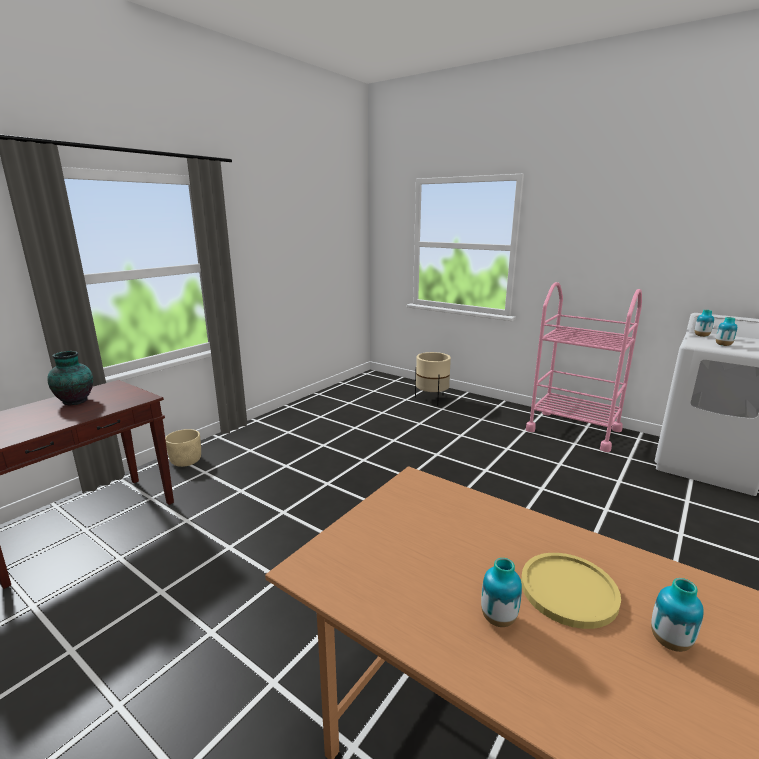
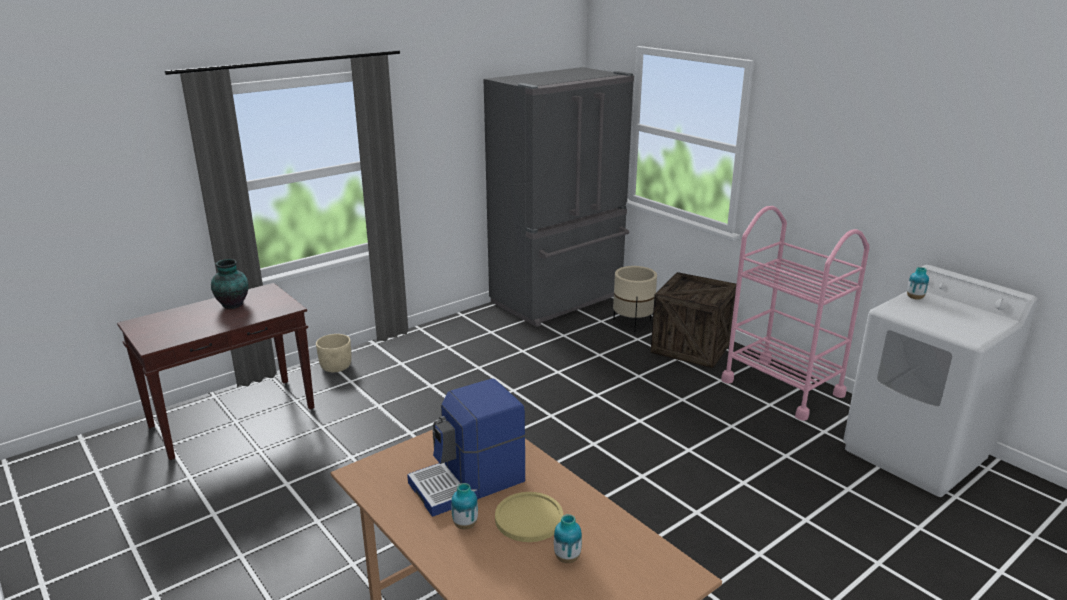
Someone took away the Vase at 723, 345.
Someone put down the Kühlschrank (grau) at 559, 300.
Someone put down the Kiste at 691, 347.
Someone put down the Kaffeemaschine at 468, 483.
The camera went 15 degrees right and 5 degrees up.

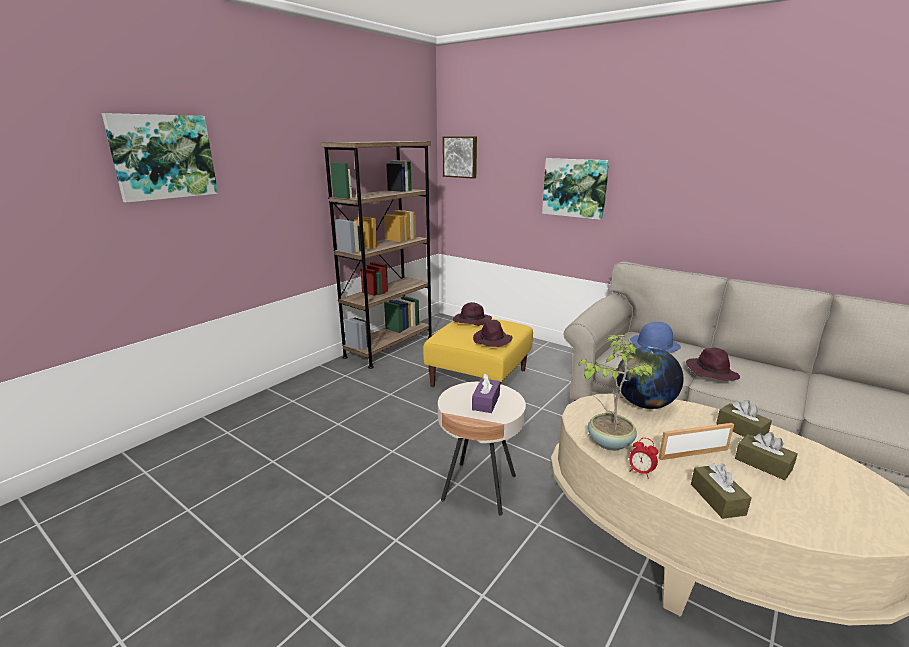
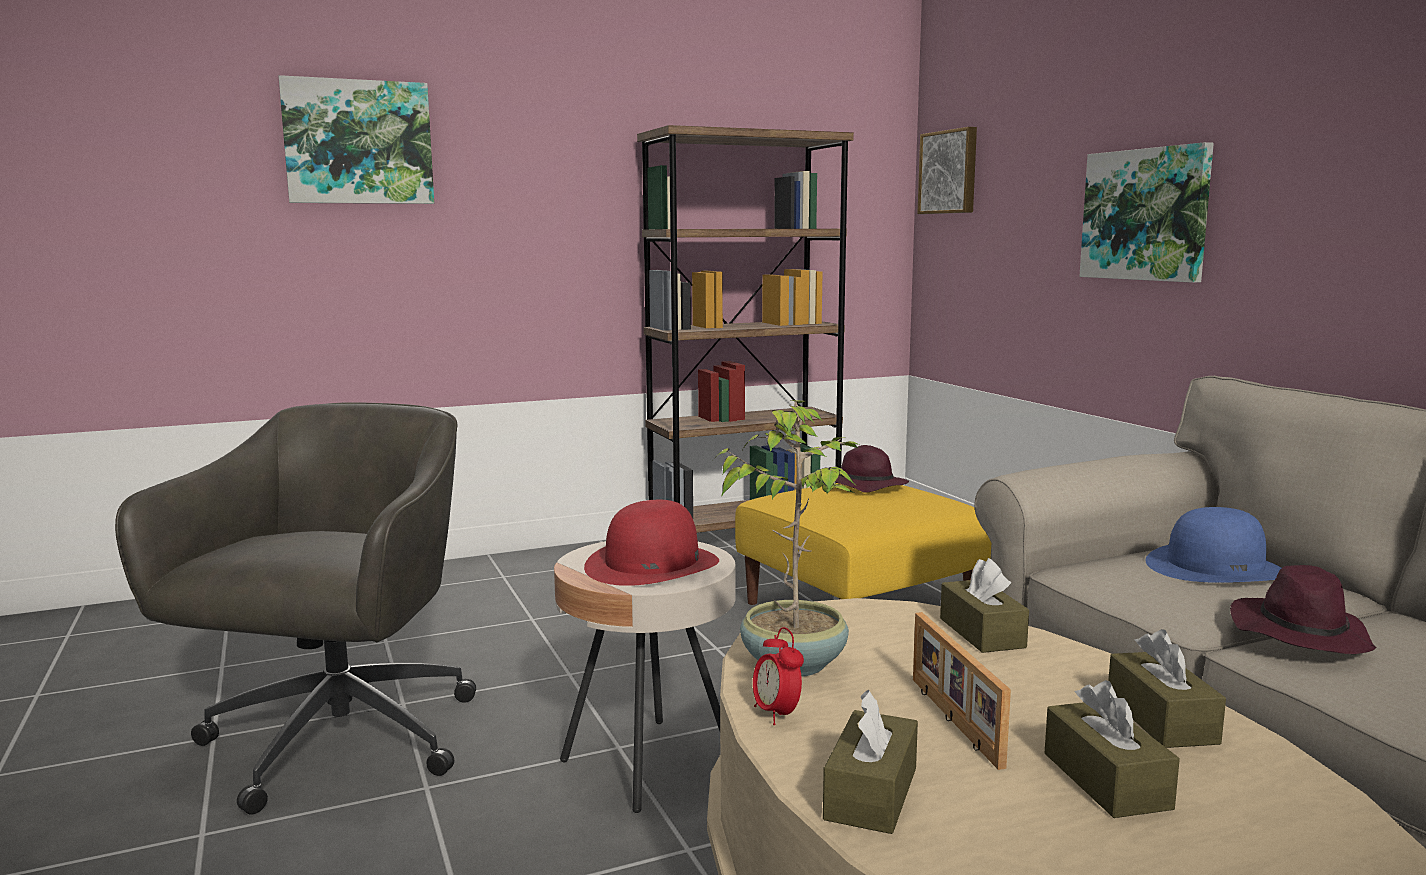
Someone took away the Hut (lila) at 492, 340.
Someone swapped the Globus at 644, 404 for the Taschentuchbox (braun) at 982, 633.
Someone swapped the Taschentuchbox (lila) at 486, 402 for the Hut (rot) at 652, 564.
Someone rotated the Bilderrahmen at 692, 453 by 120 degrees counterclockwise.
Someone put down the Bürostuhl (grau) at 336, 743.
The camera went 30 degrees right and 10 degrees down.

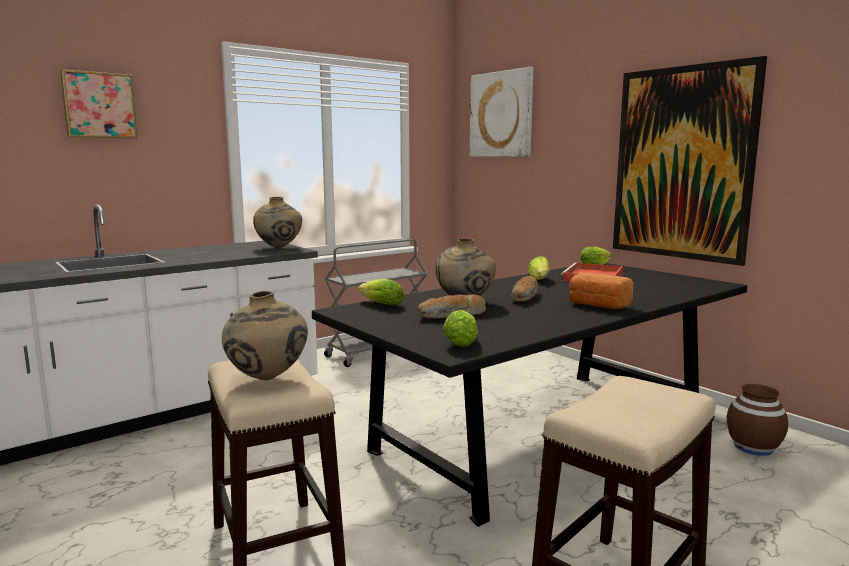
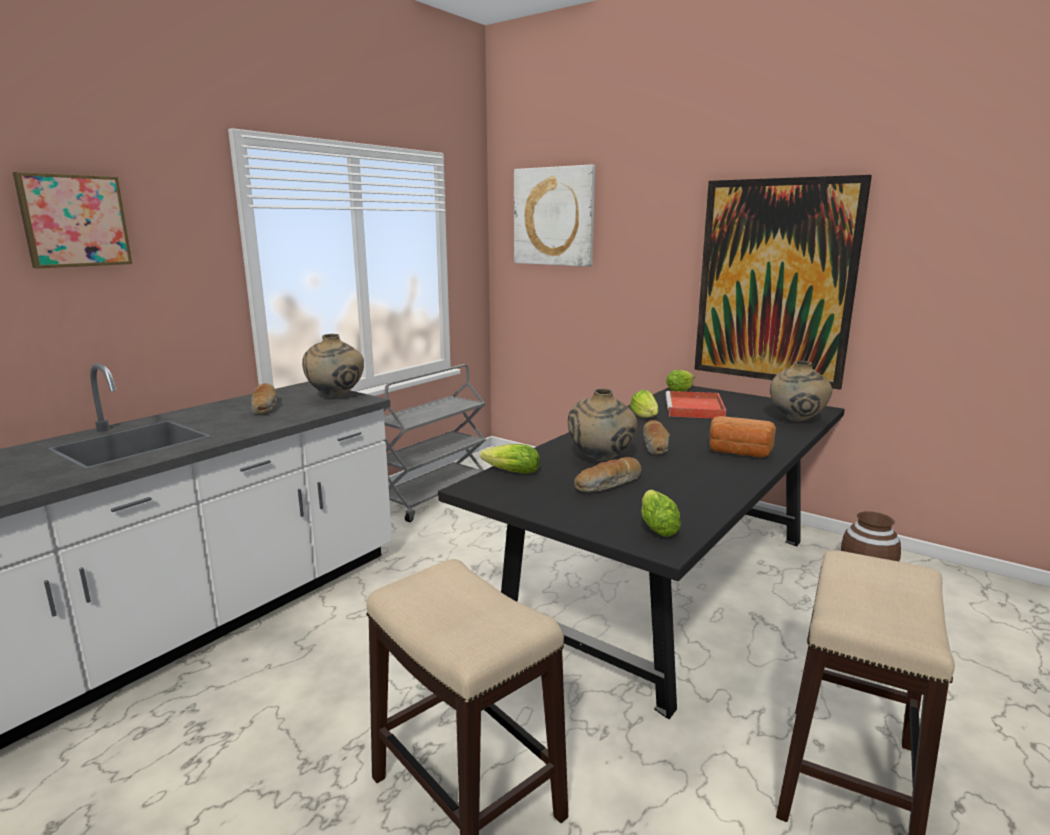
Someone carried the Vase (beige) from 268, 379 to 796, 421.
Someone put down the Brot at 265, 407.
The camera went 15 degrees left and 5 degrees up.

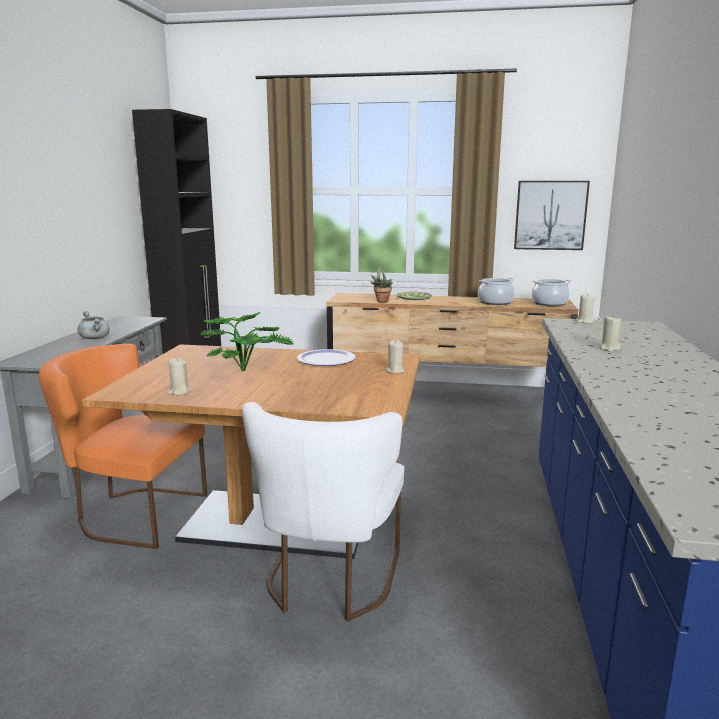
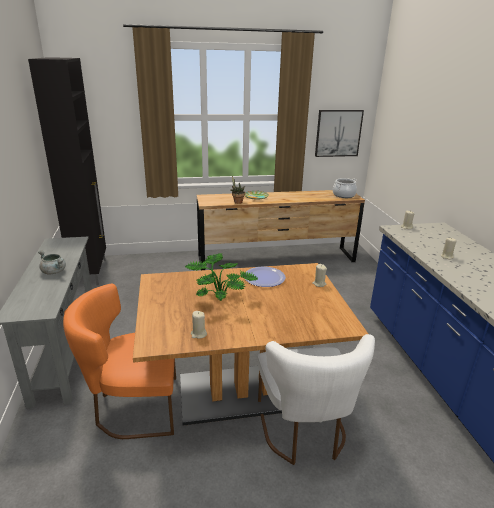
Someone took away the Kochtopf at 495, 302.
The camera went 20 degrees left and 10 degrees up.

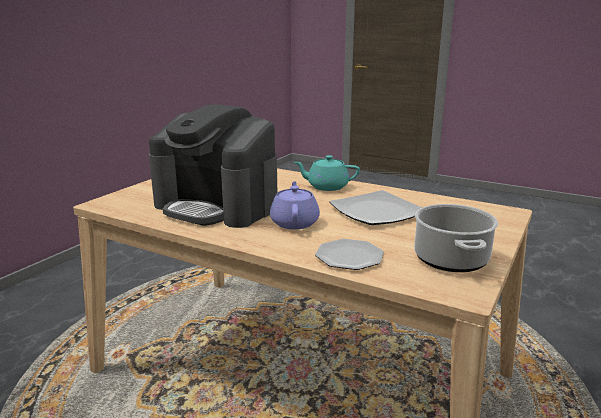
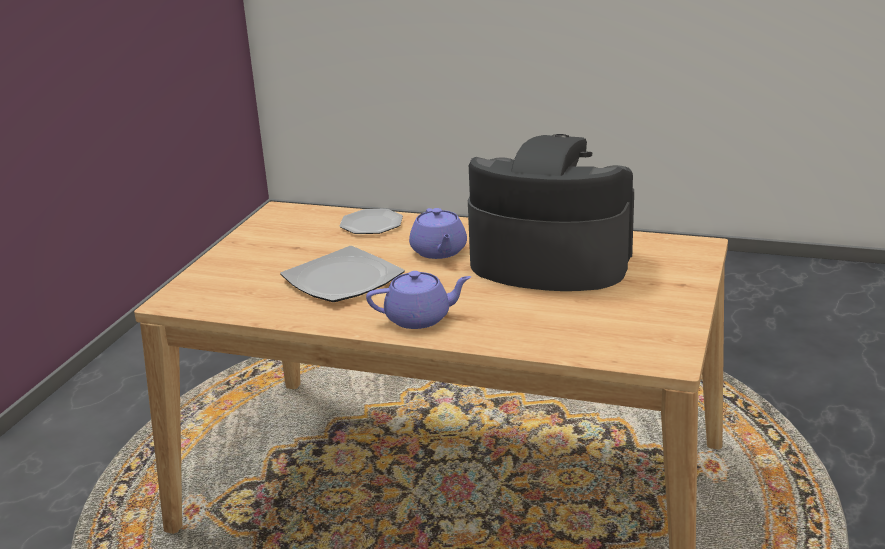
Someone repainted the Teekanne (türkis) at 326, 186, which became the Teekanne (lila) at 419, 318.
Someone took away the Kochtopf at 450, 259.
The camera went 170 degrees right and 5 degrees up.

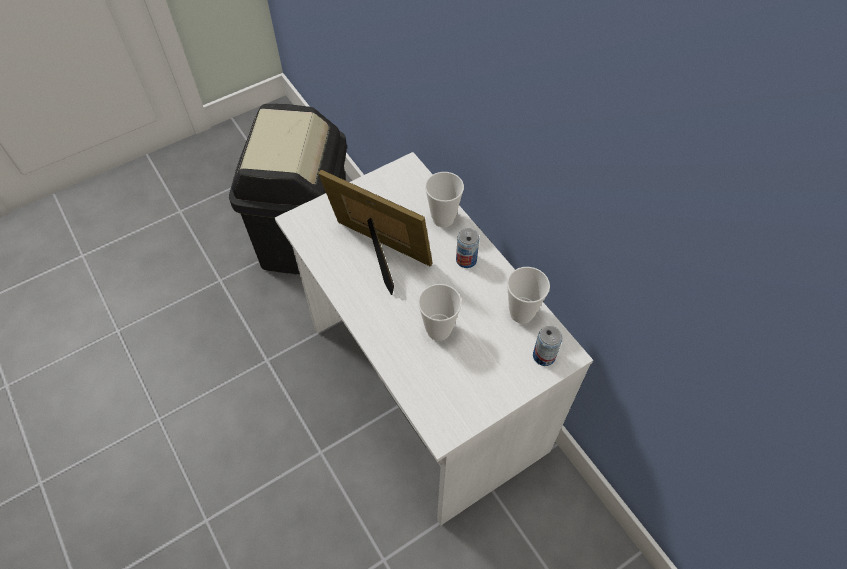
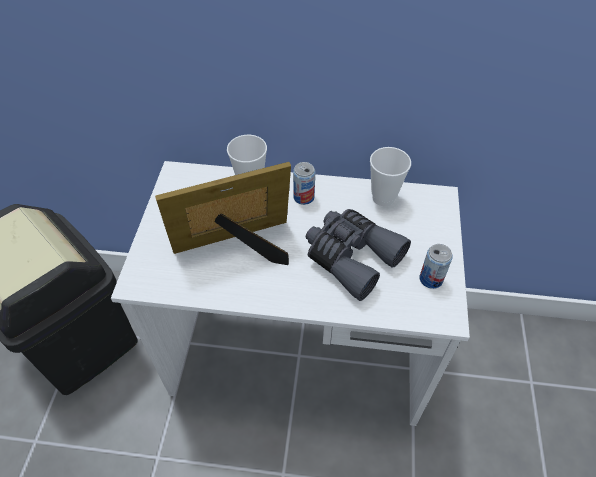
Someone swapped the Tasse at 438, 330 for the Fernglas (grau) at 351, 256.
Someone carried the Dose from 544, 356 to 431, 279.
The camera went 50 degrees left and 5 degrees down.

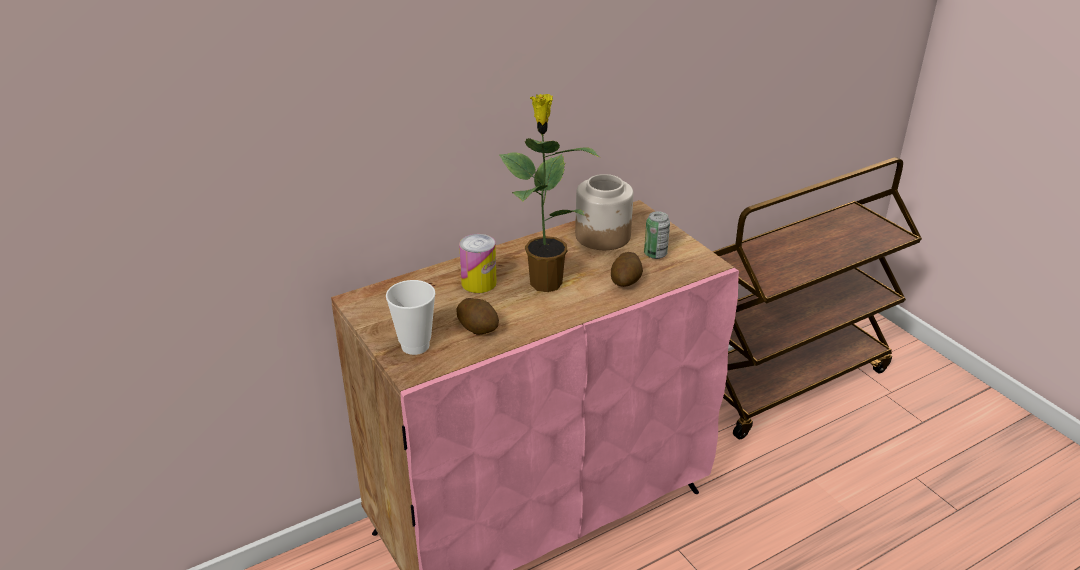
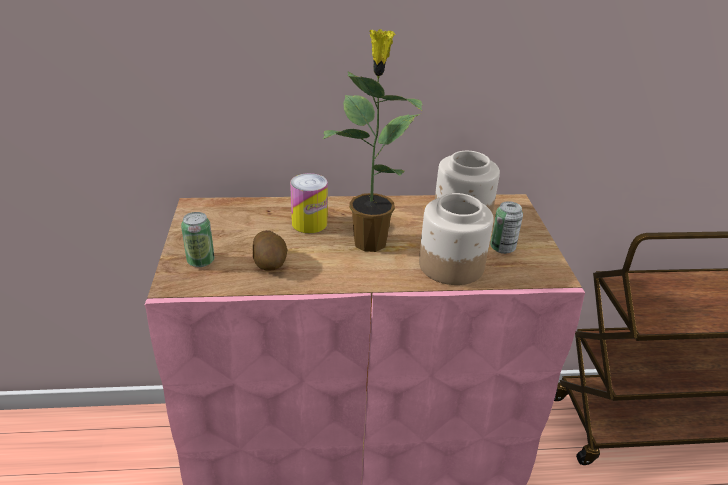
Someone swapped the Kartoffel at 626, 281 for the Vorratsglas at 450, 265.
Someone swapped the Tasse at 415, 346 for the Dose at 201, 261.
The camera went 25 degrees right and 0 degrees up.

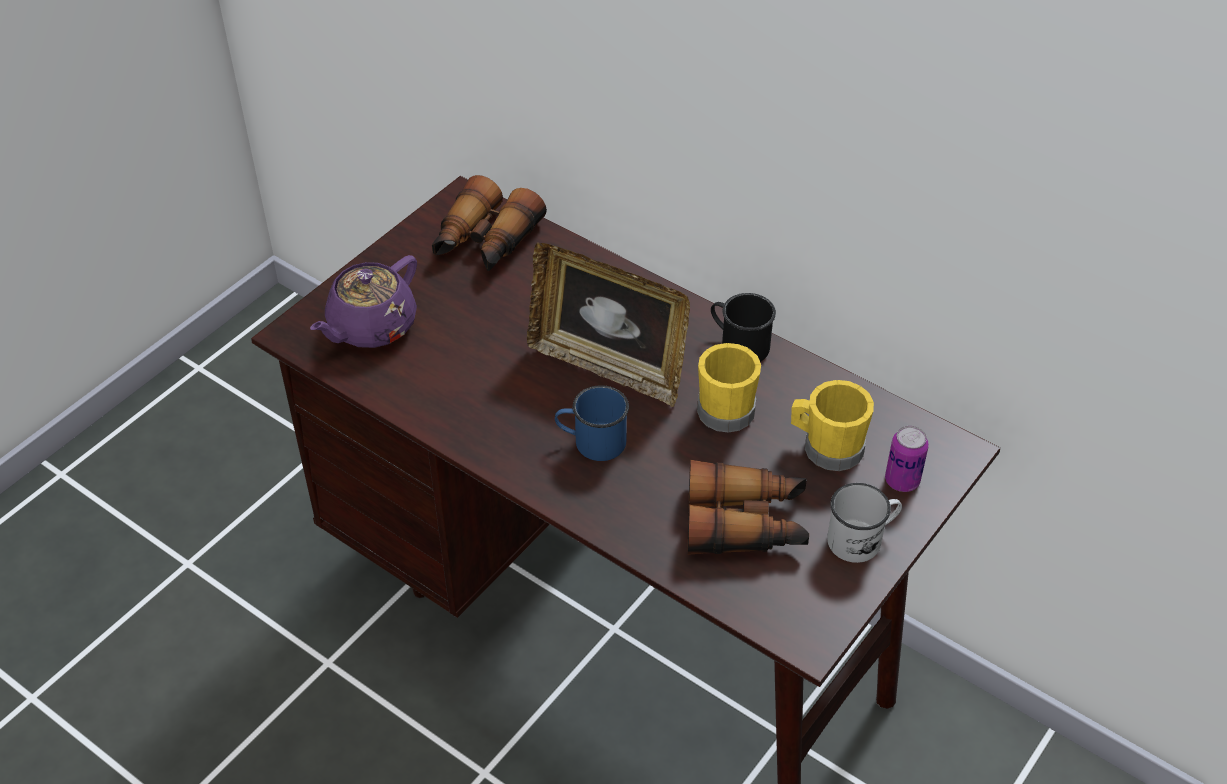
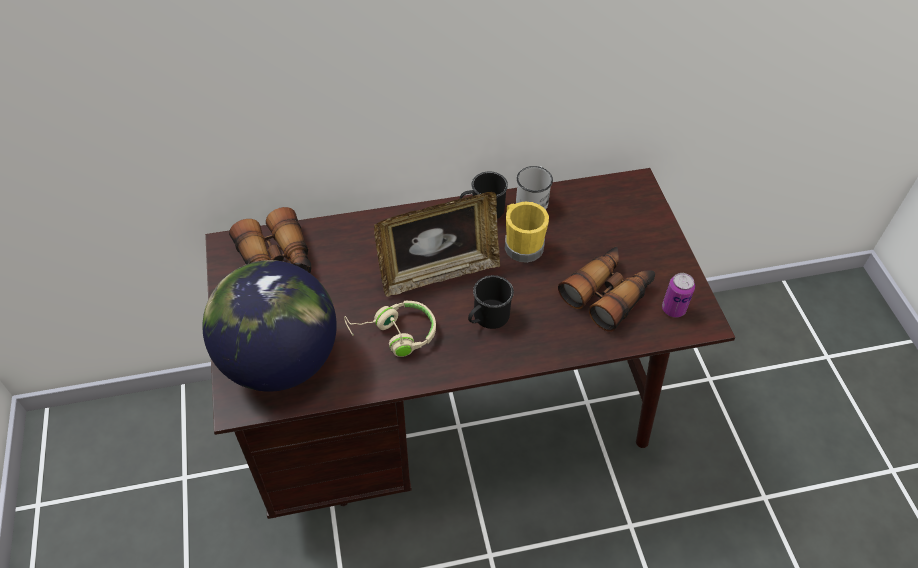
Someone swapped the Teekanne (lila) at 371, 327 for the Globus at 280, 361.
Someone took away the Henkelbecher (gelb) at 826, 447.
Someone repainted the Henkelbecher (blau) at 592, 442, which became the Henkelbecher (schwarz) at 487, 318.
Someone carried the Dose from 902, 480 to 673, 309.
Someone carried the Henkelbecher (weiß) from 862, 539 to 533, 199.
Someone put down the Kopfhörer (beige) at 394, 334.
The camera went 50 degrees left and 5 degrees up.

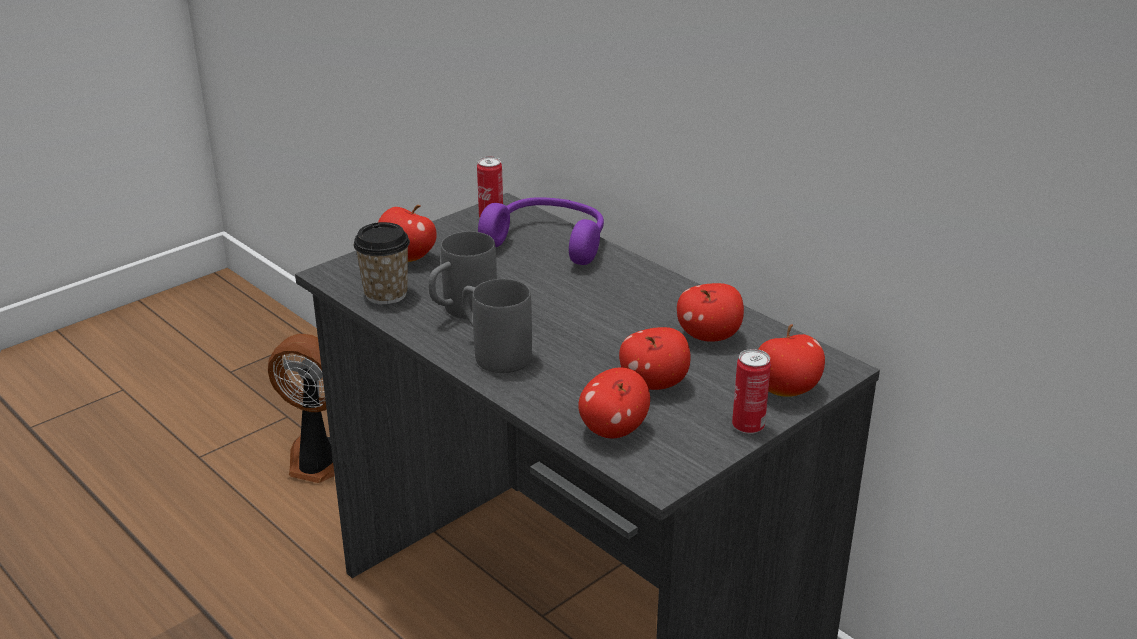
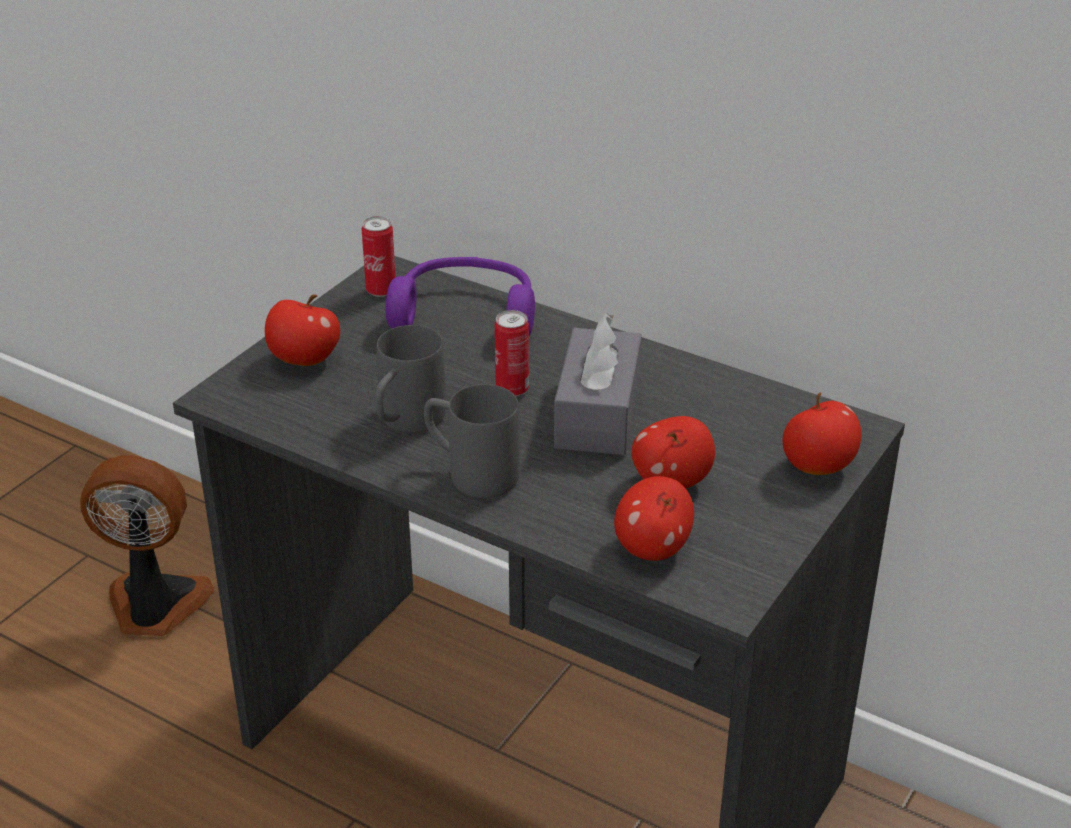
Someone took away the Tasse at 386, 294.
Someone took away the Apfel at 709, 336.
Someone carried the Dose from 748, 426 to 512, 389.
Someone put down the Taschentuchbox (grau) at 597, 413.
The camera went 15 degrees left and 5 degrees up.

